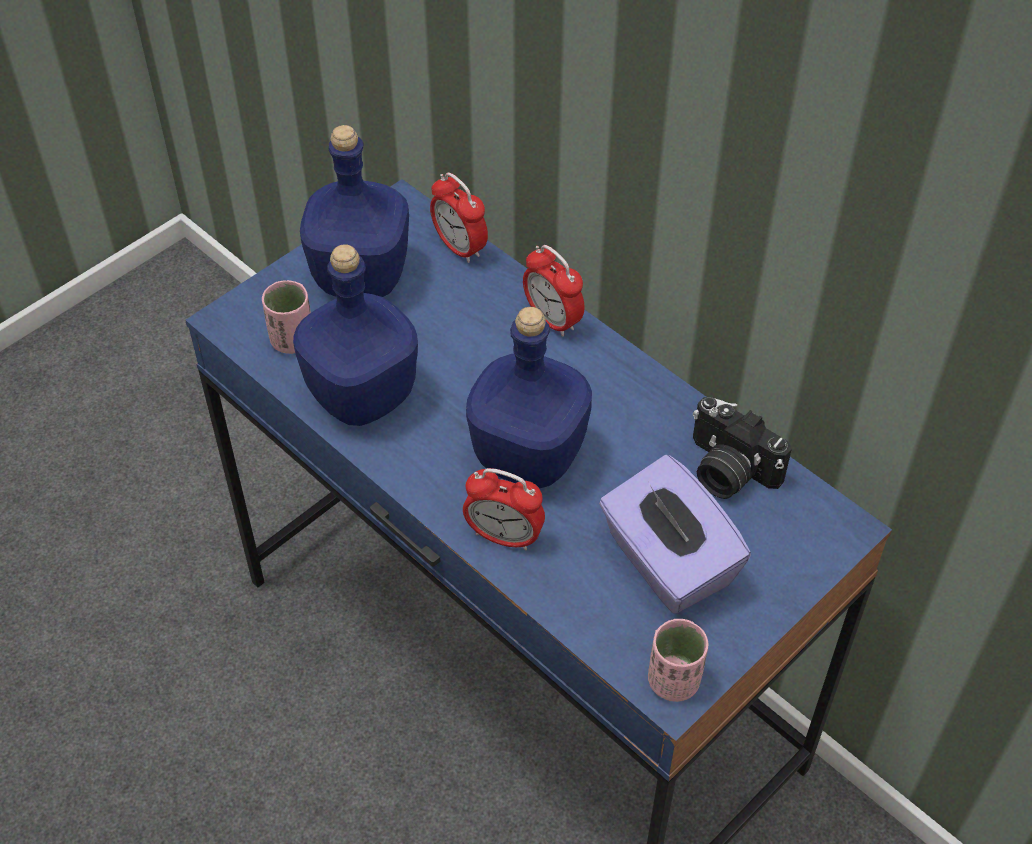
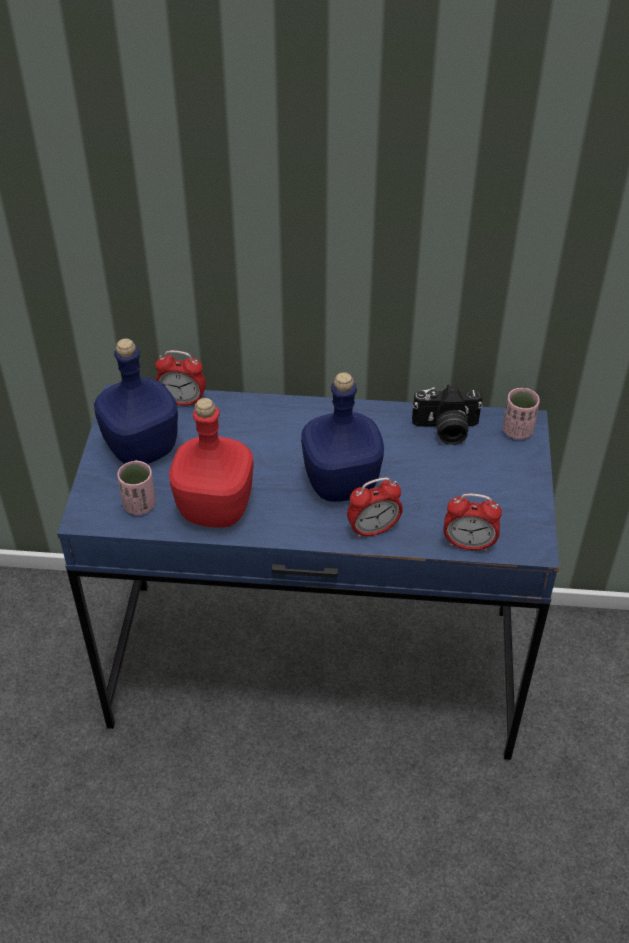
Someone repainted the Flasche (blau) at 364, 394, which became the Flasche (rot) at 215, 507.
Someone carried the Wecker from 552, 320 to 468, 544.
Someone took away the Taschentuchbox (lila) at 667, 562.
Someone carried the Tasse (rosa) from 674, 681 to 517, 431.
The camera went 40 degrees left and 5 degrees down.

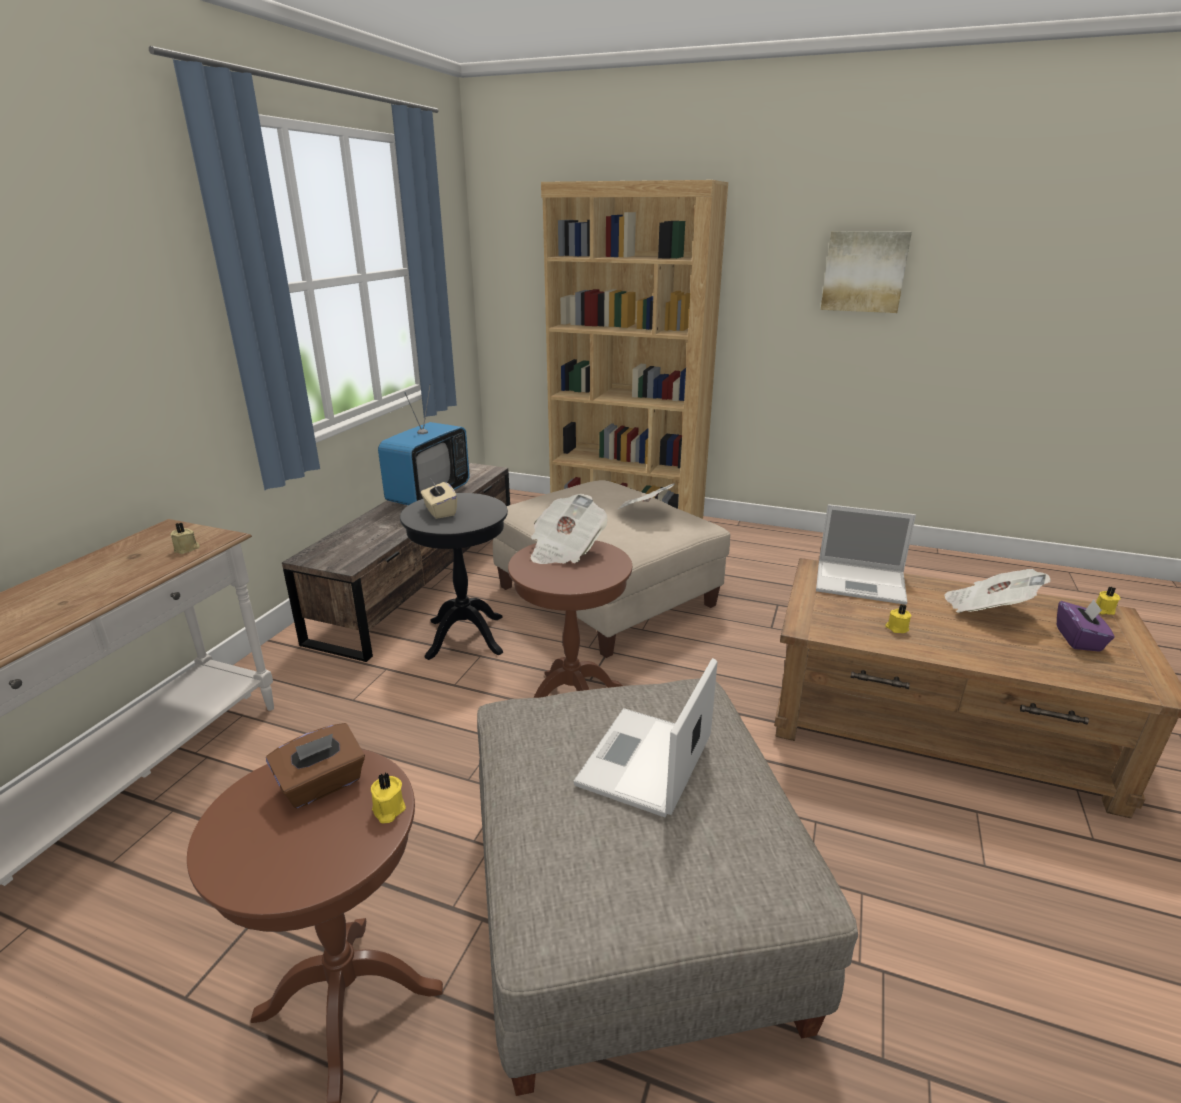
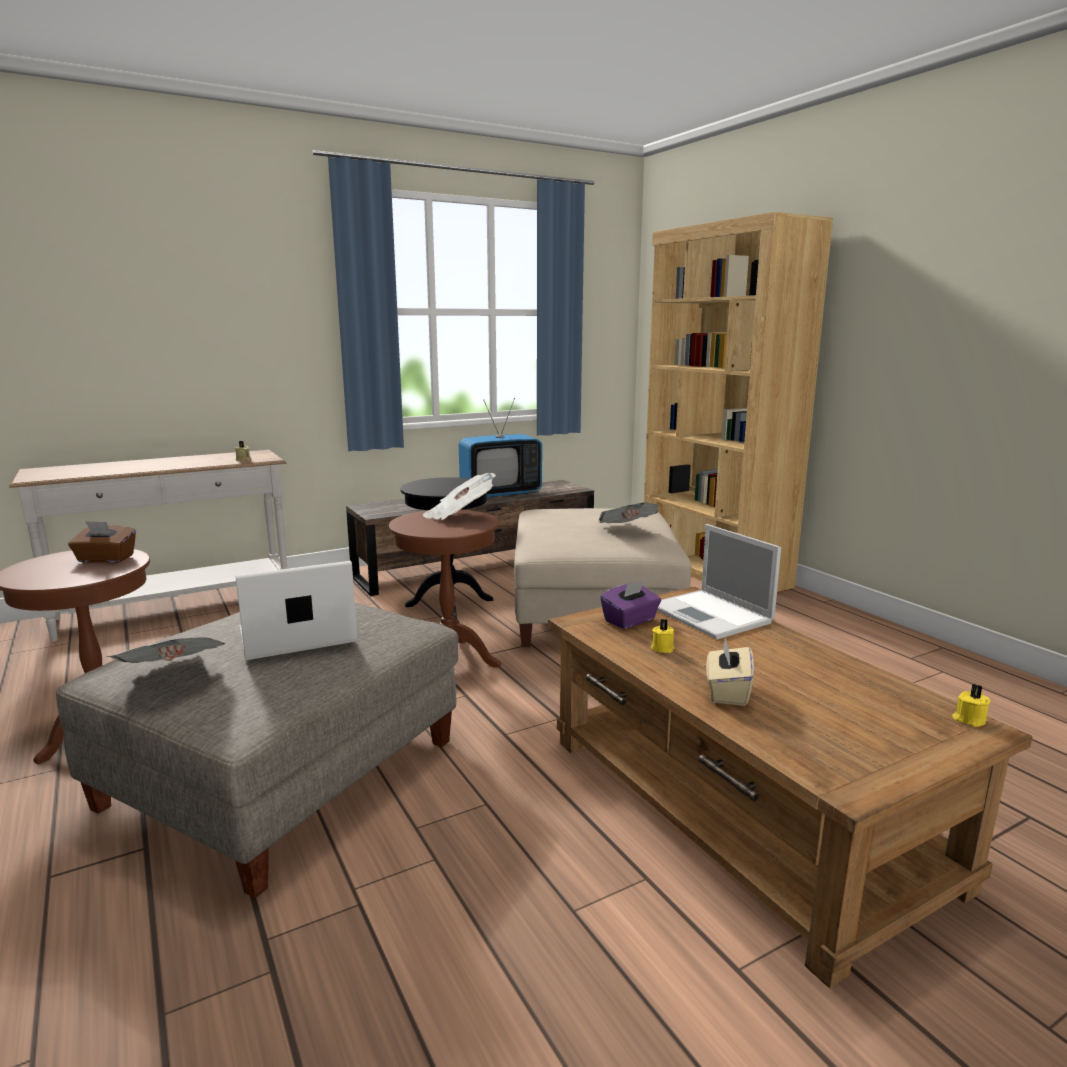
Someone took away the Bild at 864, 271.
Someone carried the Taschentuchbox (beige) from 440, 511 to 727, 692.
Someone carried the Zeitung from 987, 609 to 173, 677.
Someone carried the Taschentuchbox (lila) from 1079, 639 to 630, 620.
Someone took away the Kerze (gelb) at 388, 810.
The camera went 40 degrees right and 10 degrees down.

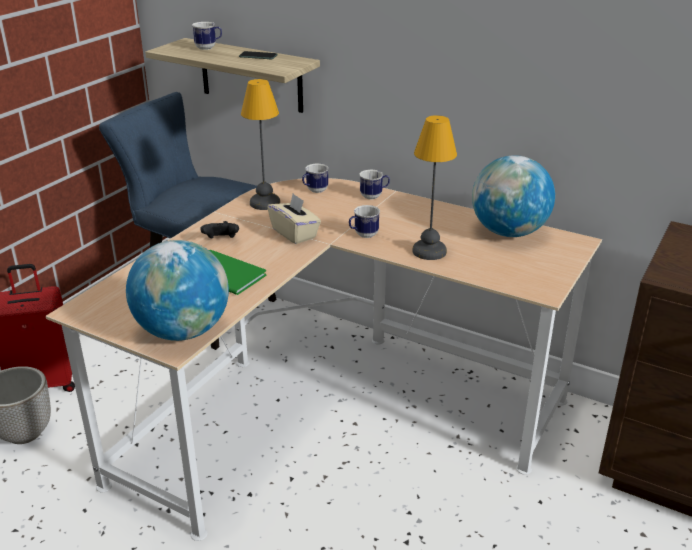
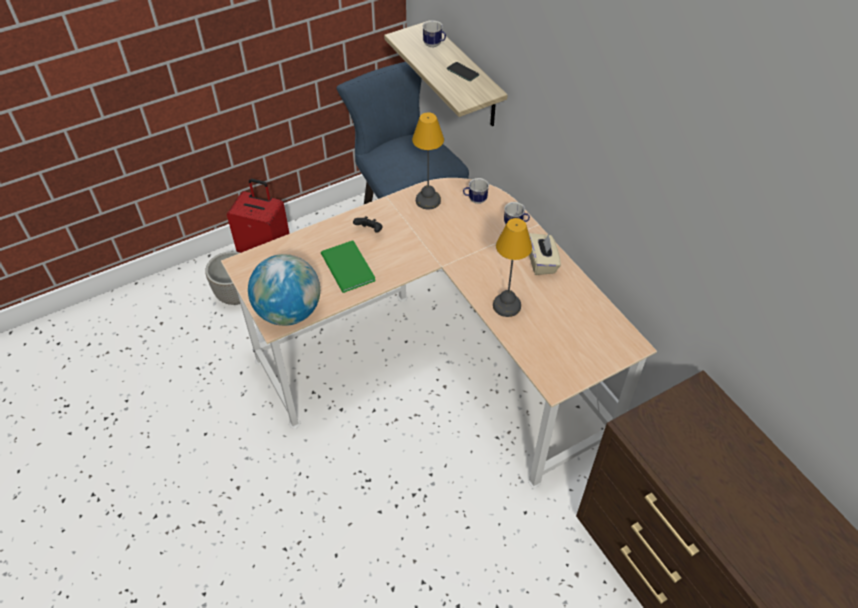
Someone took away the Globus at 508, 232.
Someone carried the Taschentuchbox (beige) from 295, 233 to 542, 262.
Someone took away the Henkelbecher at 363, 235.
The camera went 30 degrees right and 20 degrees up.

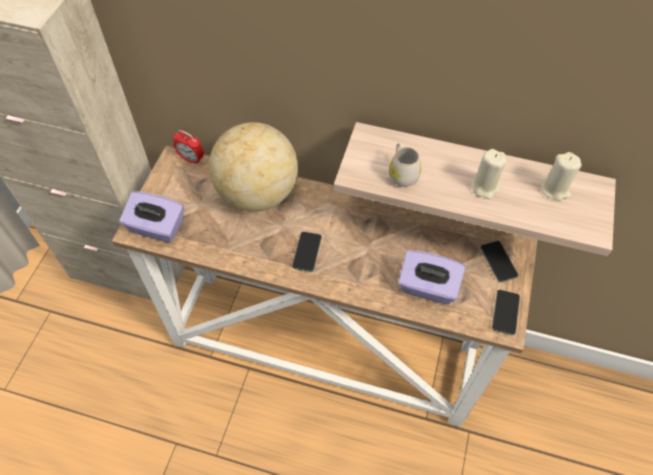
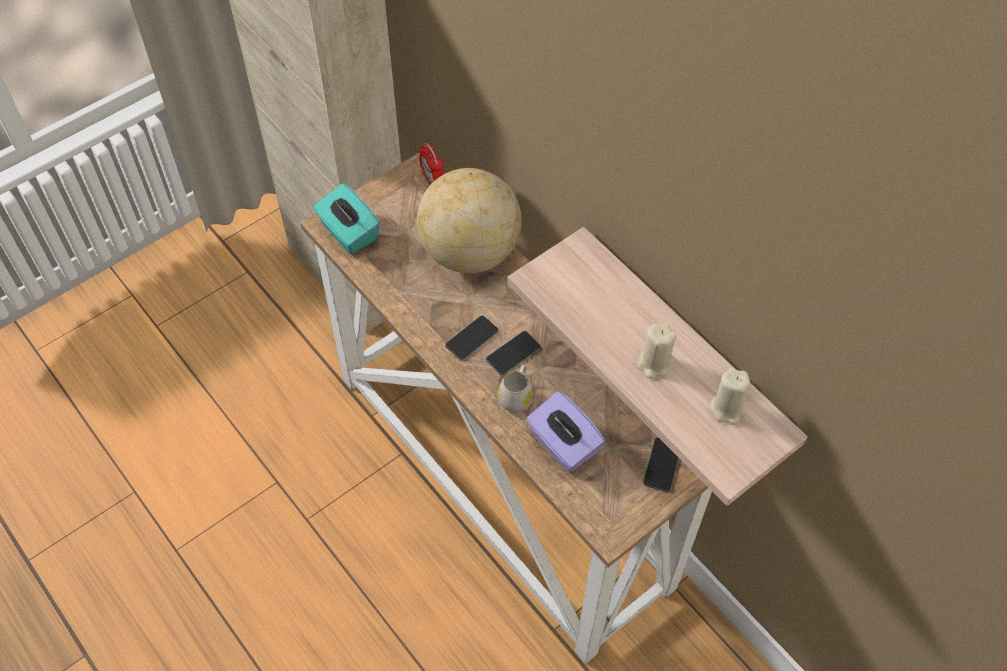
Someone carried the Henkelbecher (weiß) from 402, 174 to 516, 396.
Someone repainted the Taschentuchbox (lila) at 156, 228, which became the Taschentuchbox (türkis) at 348, 233.
Someone carried the Handy from 505, 312 to 513, 353.
The camera went 35 degrees right and 0 degrees up.

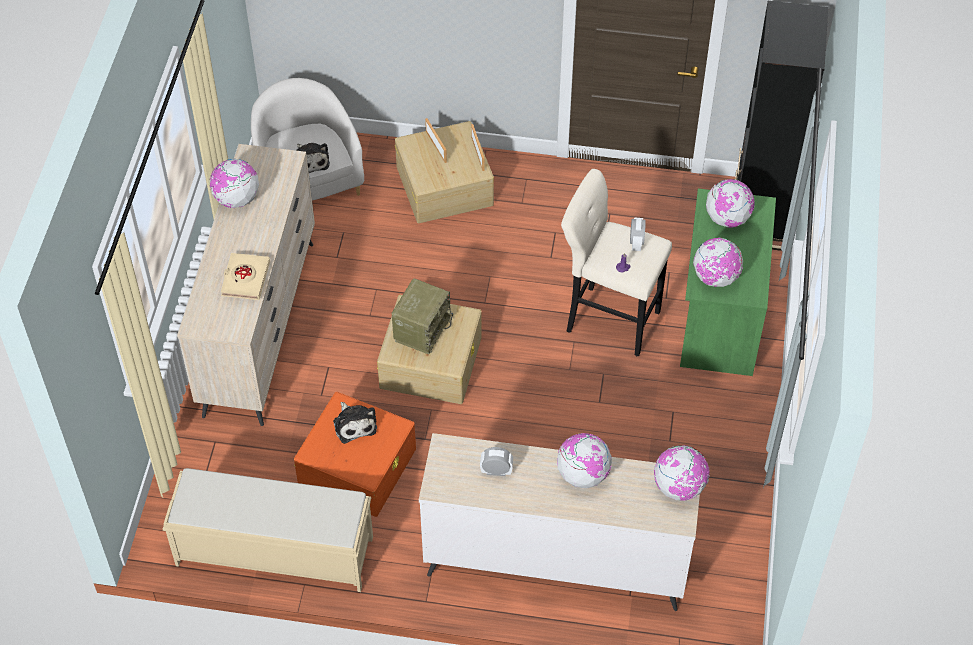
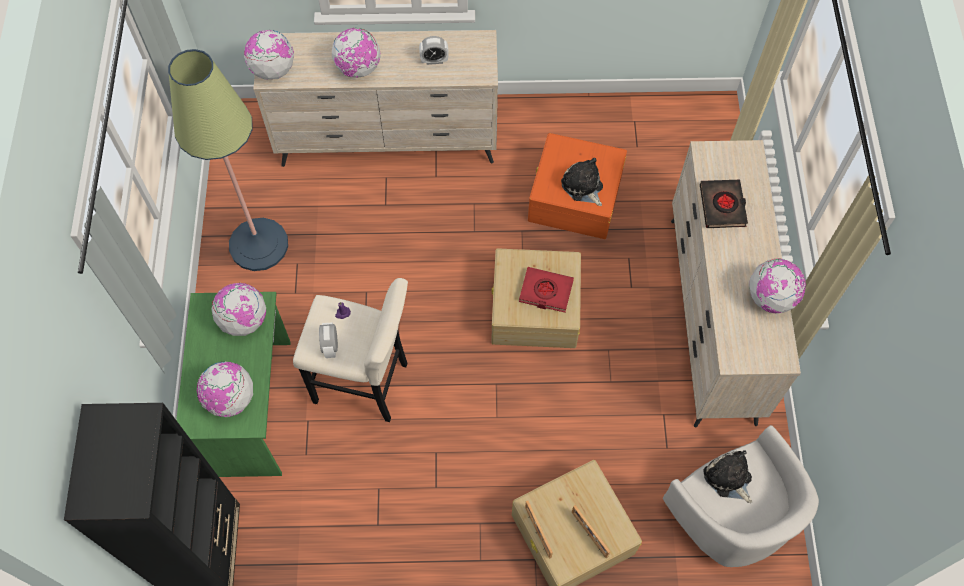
Someone repainted the Buch (beige) at 245, 279, which became the Buch (schwarz) at 722, 206.
Someone swapped the Radio at 422, 329 for the Buch (rot) at 545, 291.
Someone took away the Bank (beige) at 273, 551.
Someone put down the Stehlampe at 258, 245.
The camera went 170 degrees right and 10 degrees up.

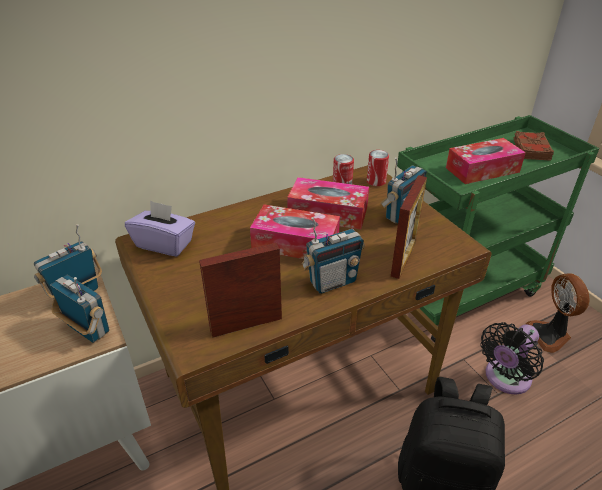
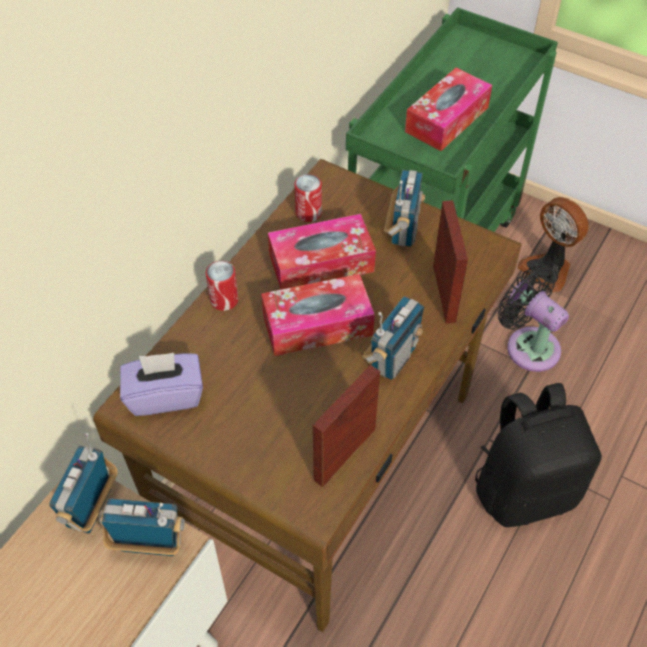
Someone took away the Buch (braun) at 530, 150.
Someone carried the Dose from 376, 181 to 224, 300.
Someone rotated the Ventilator (schwarz) at 505, 379 by 120 degrees clockwise.
The camera went 30 degrees left and 15 degrees up.

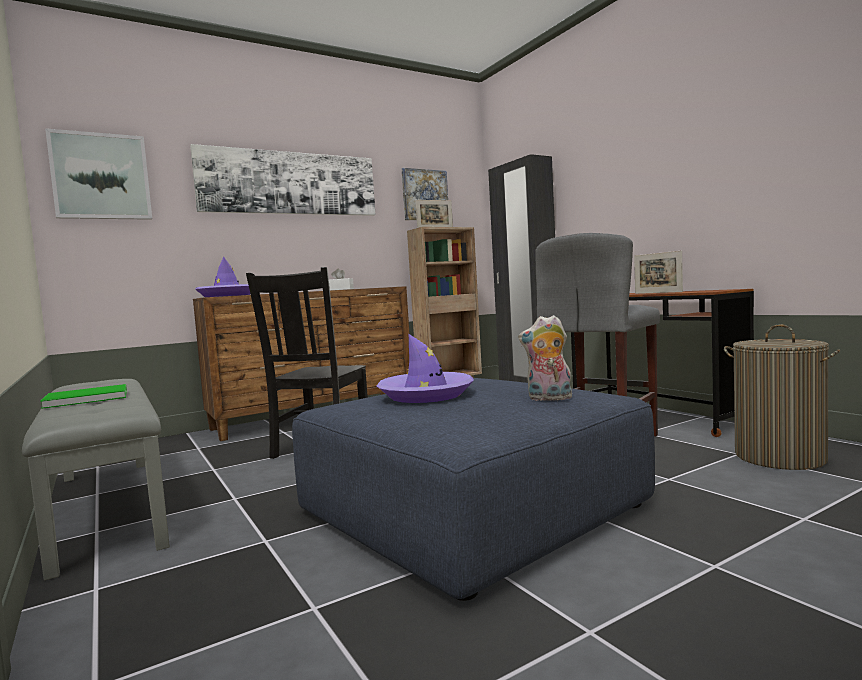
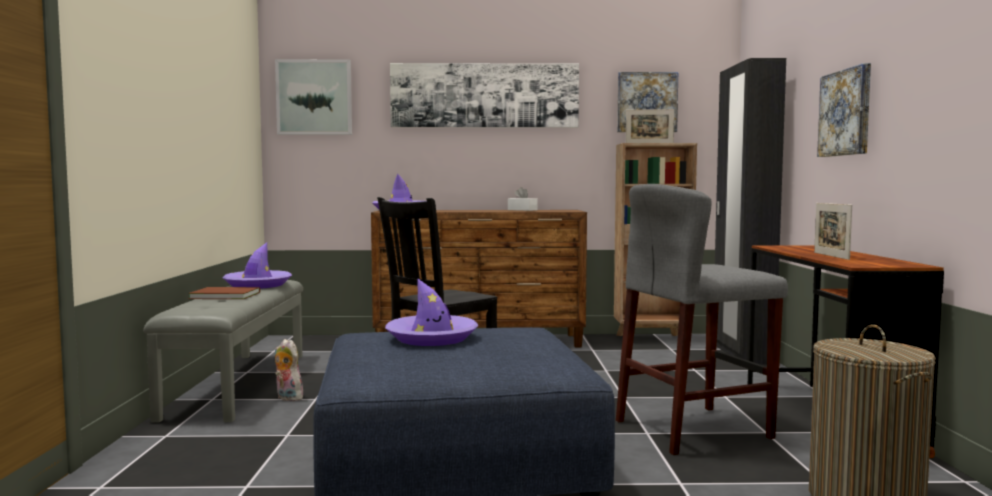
Someone carried the Plüschtier from 548, 399 to 287, 398.
Someone repainted the Buch (grün) at 84, 399, which became the Buch (braun) at 224, 295.
Someone put up the Bild at 846, 113.
Someone put down the Hut (lila) at 257, 285.
The camera went 30 degrees right and 0 degrees up.

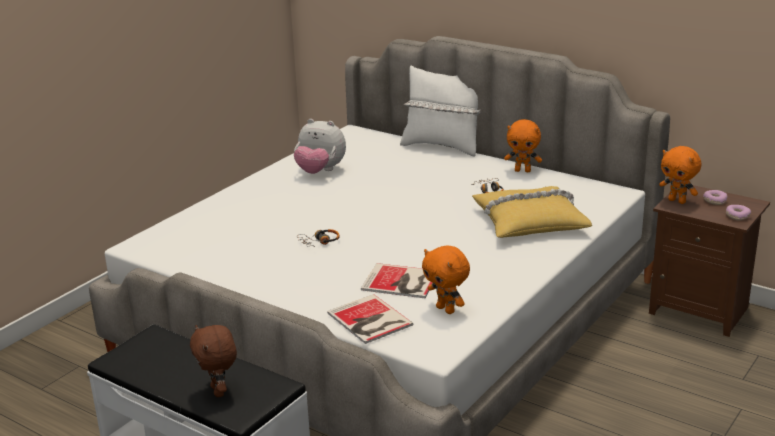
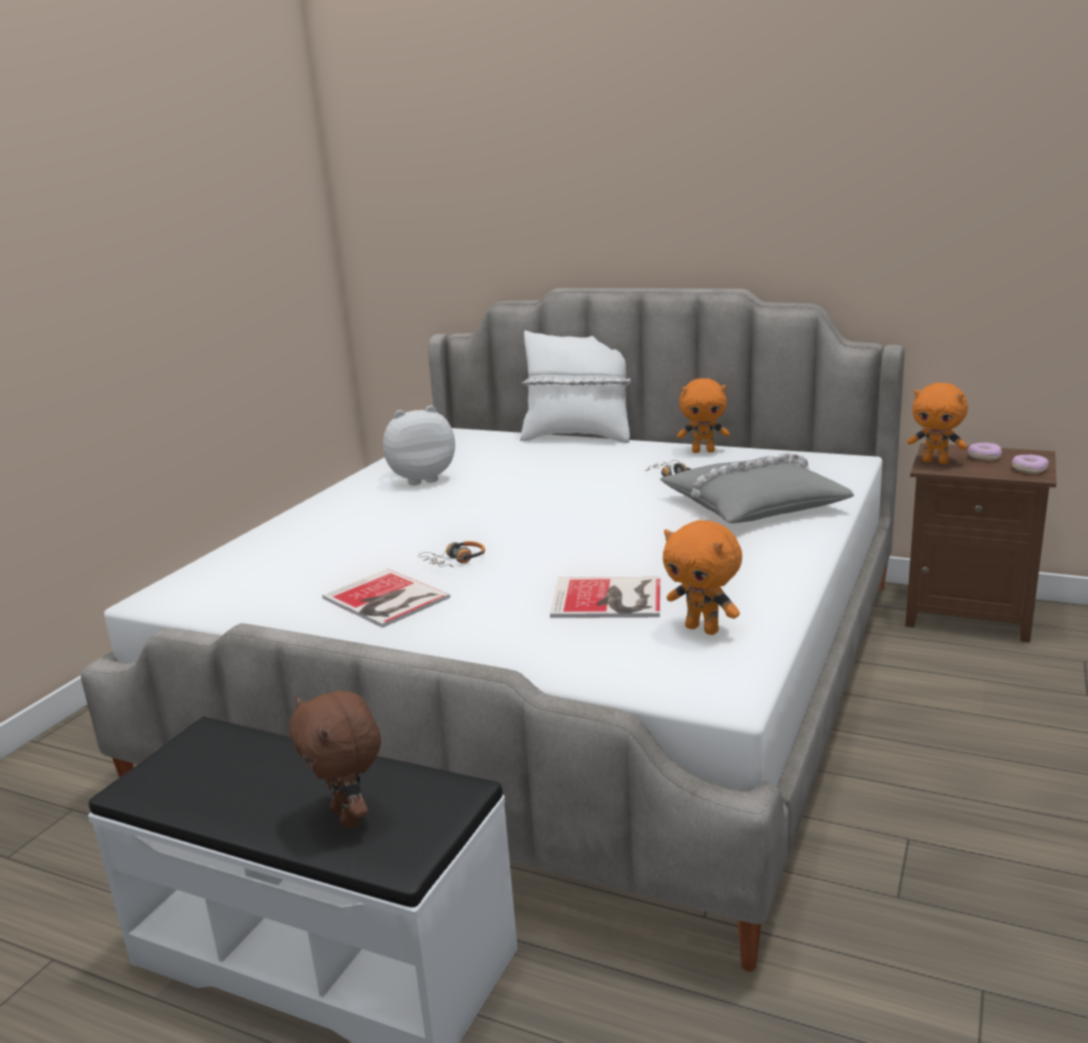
Someone rotated the Plüschtier at 320, 171 by 150 degrees clockwise.
Someone repainted the Kissen (gelb) at 529, 222, which became the Kissen (grau) at 752, 505.
Someone carried the Buch from 369, 320 to 385, 600.
The camera went 10 degrees left and 5 degrees down.

